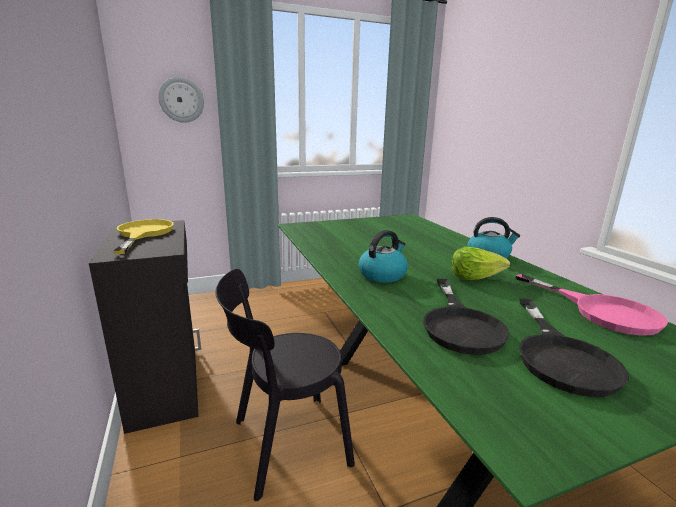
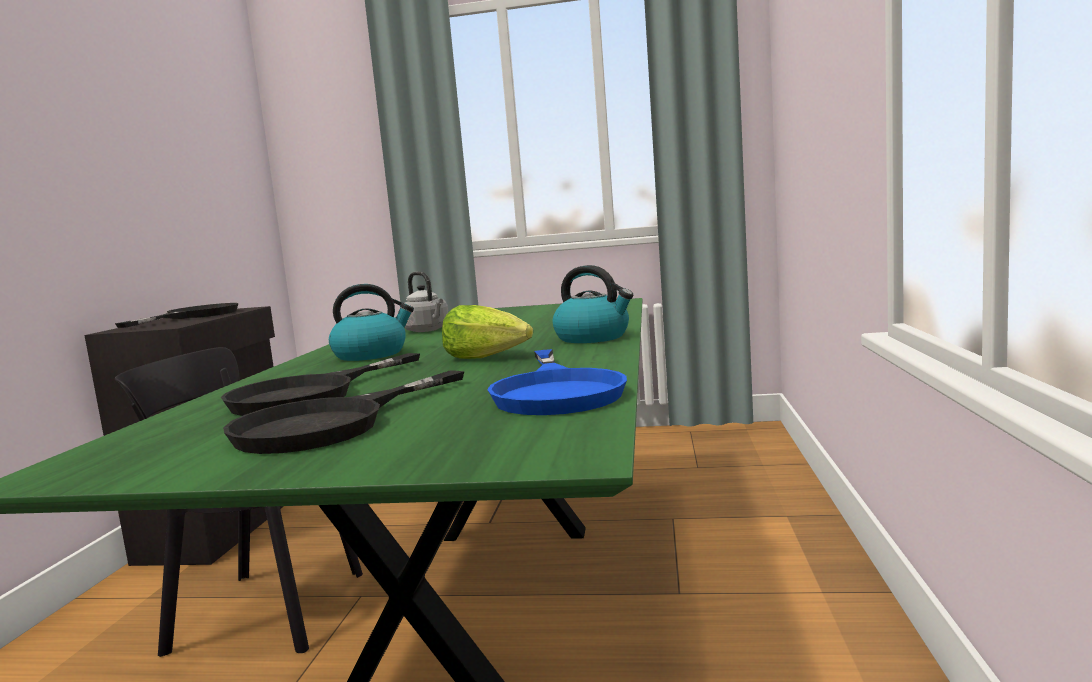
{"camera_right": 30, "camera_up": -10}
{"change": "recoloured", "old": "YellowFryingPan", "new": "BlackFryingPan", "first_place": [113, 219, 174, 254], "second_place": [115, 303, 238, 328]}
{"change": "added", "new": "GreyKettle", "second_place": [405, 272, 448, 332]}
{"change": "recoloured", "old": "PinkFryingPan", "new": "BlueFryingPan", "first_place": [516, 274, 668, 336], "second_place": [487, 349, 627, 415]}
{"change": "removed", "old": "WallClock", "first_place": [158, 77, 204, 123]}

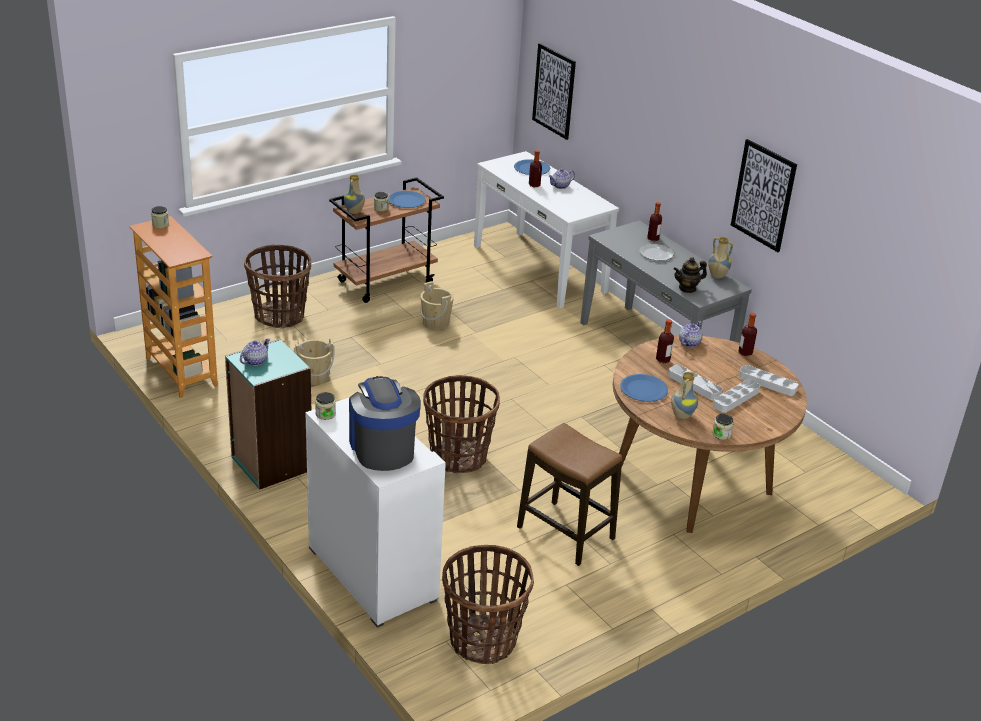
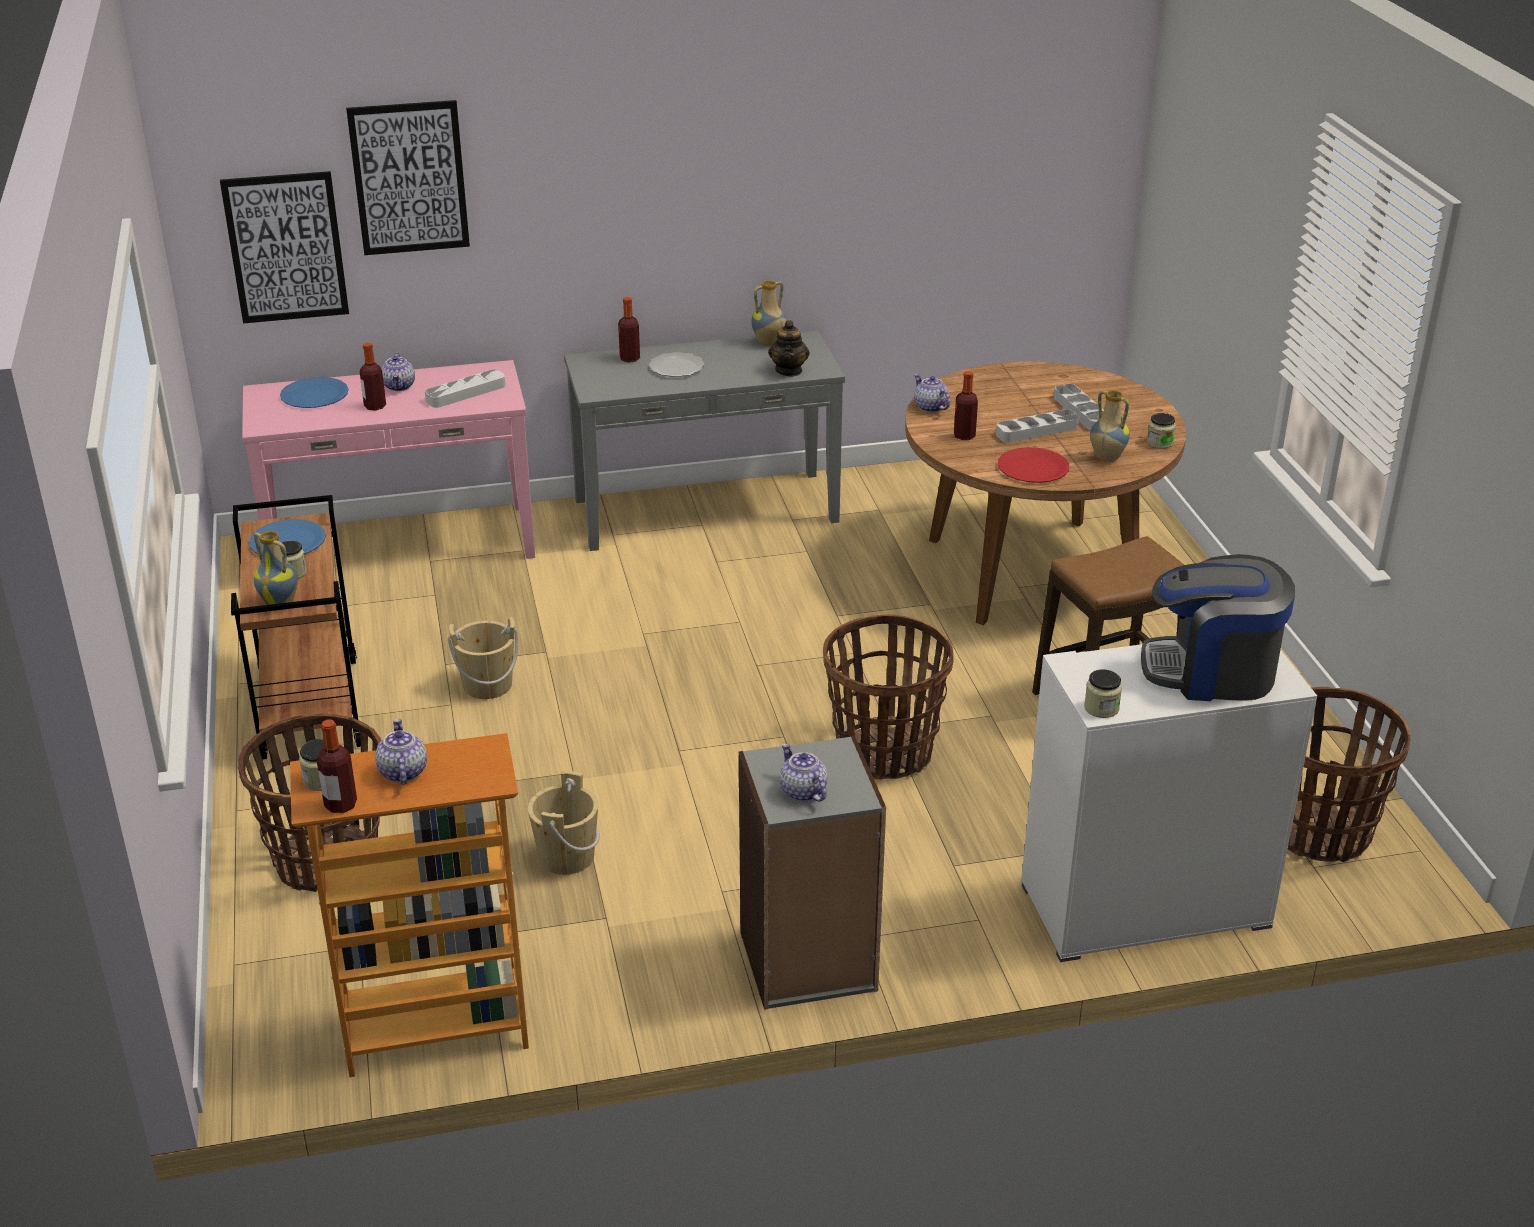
{"camera_right": -65, "camera_up": 0}
{"change": "recoloured", "old": "WhiteConsoleTable", "new": "PinkConsoleTable", "first_place": [474, 151, 619, 308], "second_place": [242, 360, 535, 559]}
{"change": "moved", "old": "Bottle", "first_place": [738, 313, 757, 356], "second_place": [317, 719, 357, 813]}
{"change": "moved", "old": "Picture", "first_place": [731, 139, 797, 252], "second_place": [346, 100, 470, 255]}
{"change": "added", "new": "Teapot", "second_place": [375, 719, 427, 785]}
{"change": "moved", "old": "GreyTray", "first_place": [739, 365, 799, 396], "second_place": [425, 369, 506, 408]}
{"change": "recoloured", "old": "TurquoiseBookcase", "new": "GreyBookcase", "first_place": [225, 339, 311, 490], "second_place": [739, 736, 886, 1010]}
{"change": "recoloured", "old": "BluePlate", "new": "RedPlate", "first_place": [620, 374, 668, 402], "second_place": [998, 447, 1069, 483]}

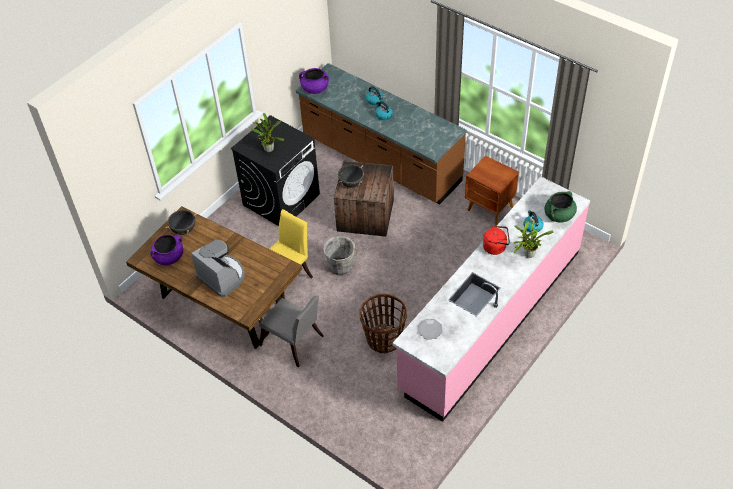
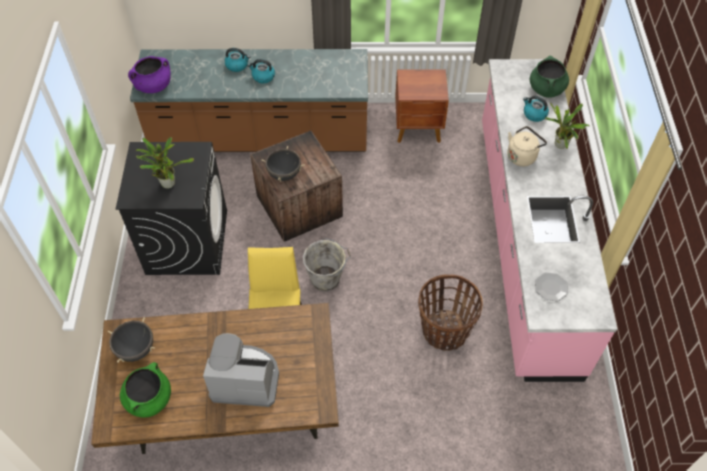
{"camera_right": -40, "camera_up": 5}
{"change": "recoloured", "old": "PurpleCookingPot", "new": "GreenCookingPot", "first_place": [150, 235, 183, 265], "second_place": [120, 362, 171, 418]}
{"change": "recoloured", "old": "RedKettle", "new": "BeigeKettle", "first_place": [483, 225, 510, 255], "second_place": [507, 126, 547, 166]}
{"change": "removed", "old": "GreyChair", "first_place": [259, 296, 324, 367]}

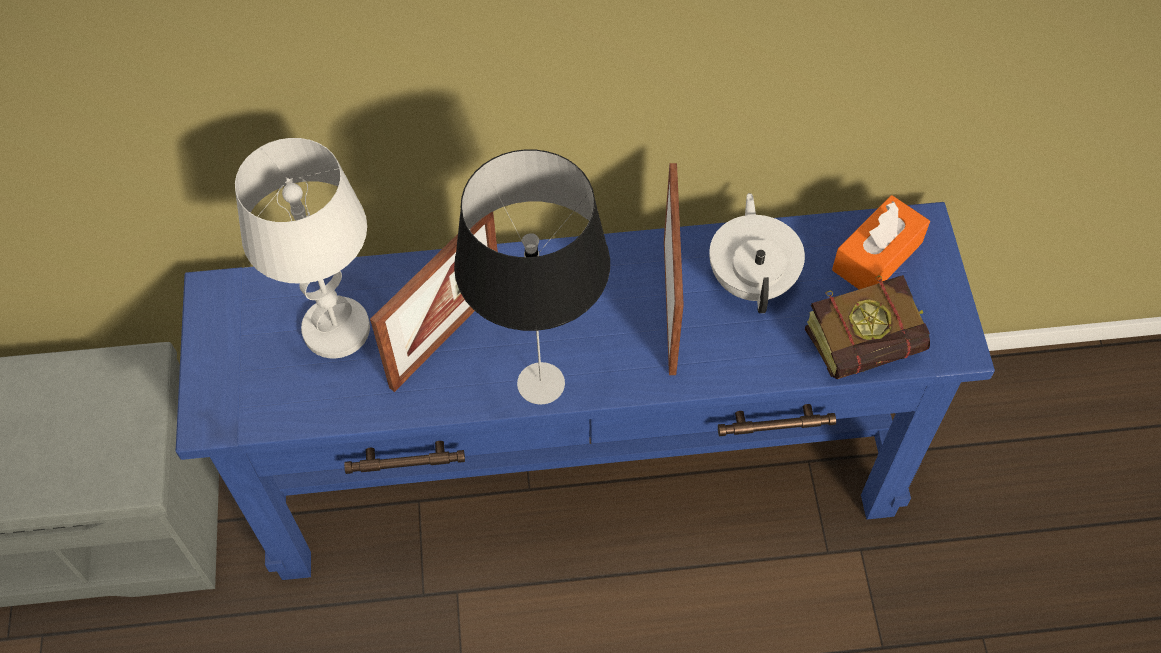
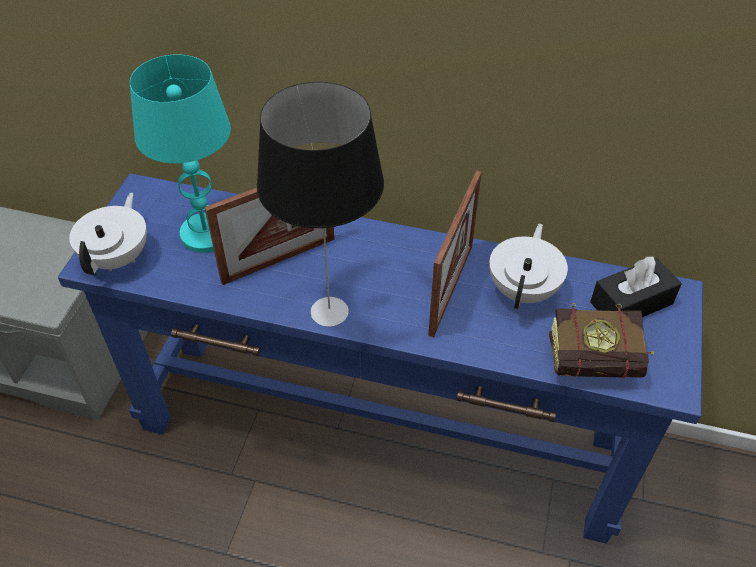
{"camera_right": 20, "camera_up": -10}
{"change": "added", "new": "WhiteTeapot", "second_place": [69, 193, 147, 275]}
{"change": "recoloured", "old": "WhiteTableLamp", "new": "TurquoiseTableLamp", "first_place": [235, 138, 370, 358], "second_place": [130, 55, 231, 253]}
{"change": "recoloured", "old": "OrangeTissueBox", "new": "BlackTissueBox", "first_place": [832, 195, 930, 289], "second_place": [590, 257, 682, 317]}

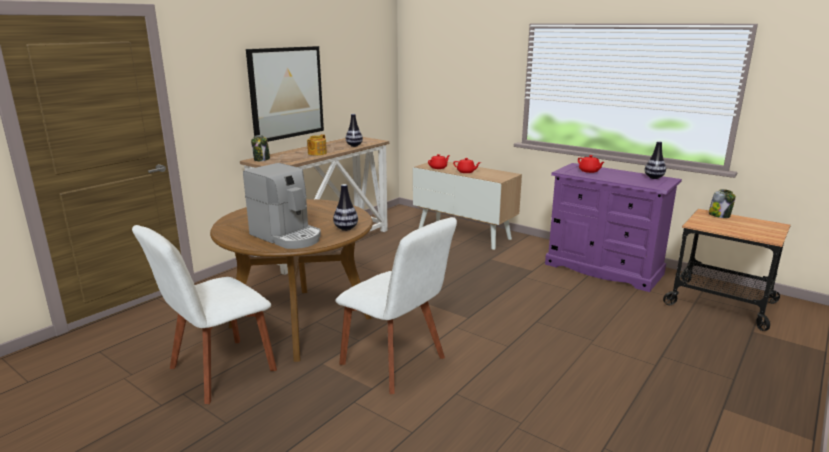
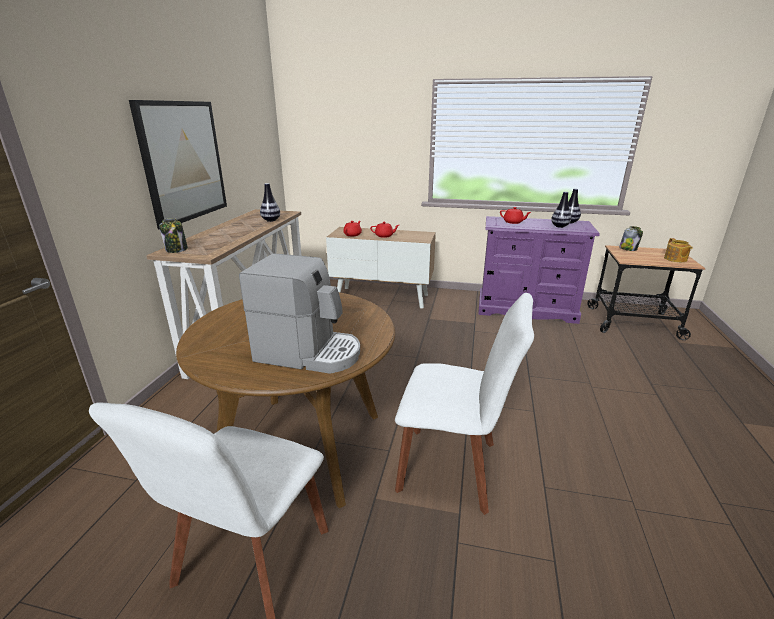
{"camera_right": -25, "camera_up": 5}
{"change": "moved", "old": "Vase", "first_place": [333, 184, 358, 231], "second_place": [551, 191, 571, 228]}
{"change": "moved", "old": "Teapot", "first_place": [307, 134, 327, 155], "second_place": [664, 238, 692, 262]}

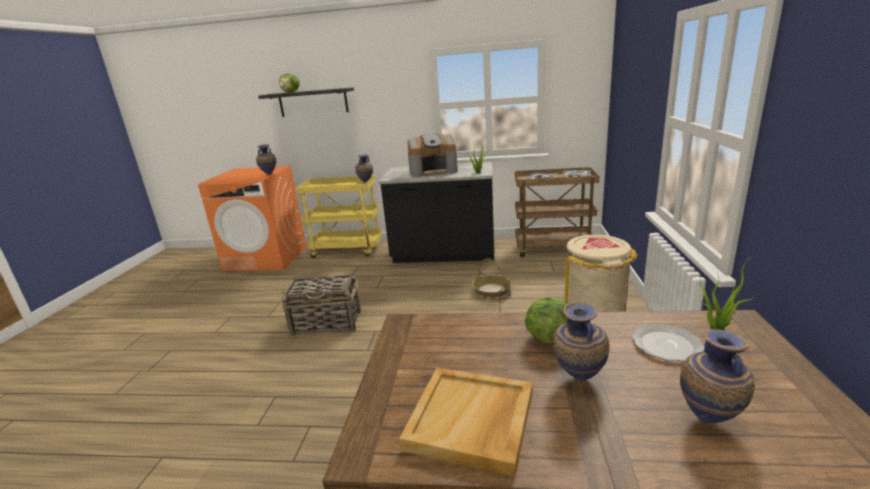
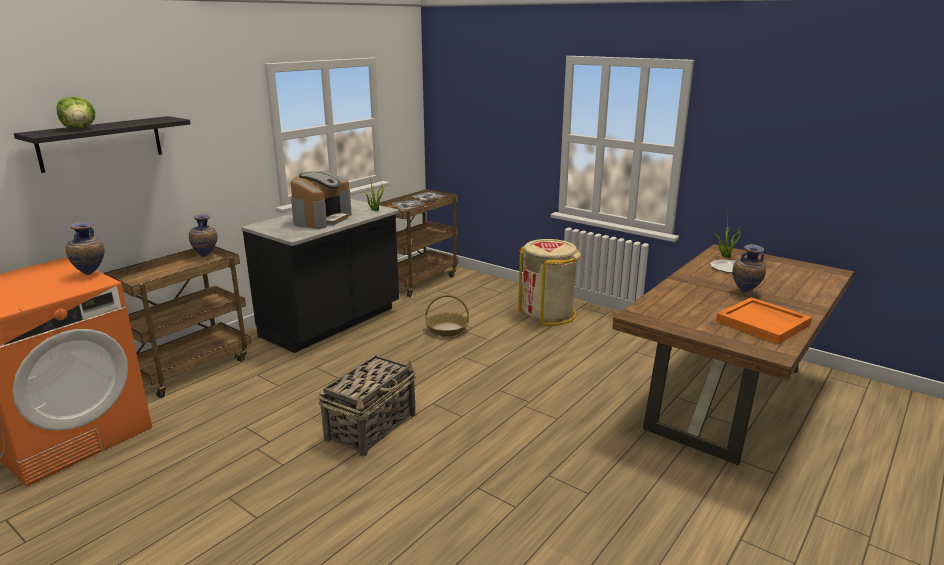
{"camera_right": -60, "camera_up": 0}
{"change": "recoloured", "old": "YellowCart", "new": "BrownCart", "first_place": [296, 175, 382, 258], "second_place": [103, 246, 251, 398]}
{"change": "recoloured", "old": "BeigeTray", "new": "OrangeTray", "first_place": [399, 368, 532, 477], "second_place": [716, 297, 812, 344]}
{"change": "removed", "old": "Lettuce", "first_place": [525, 297, 568, 344]}
{"change": "removed", "old": "Vase", "first_place": [680, 329, 755, 424]}

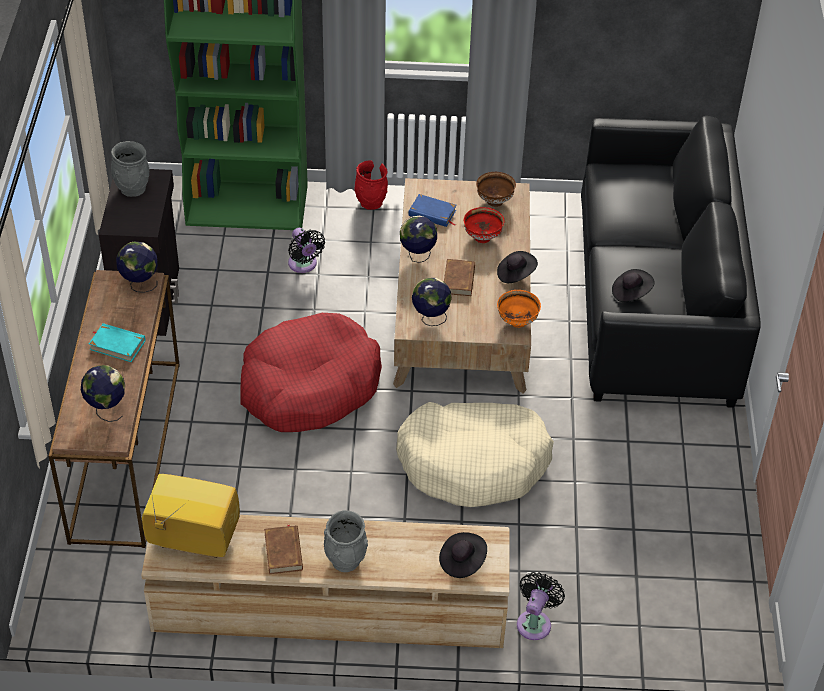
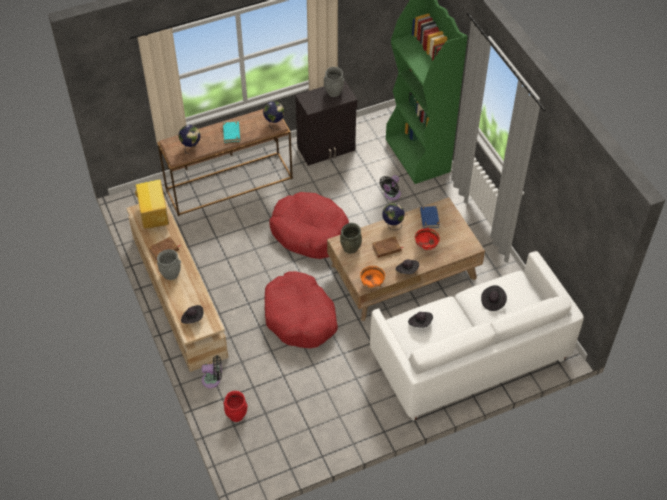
{"camera_right": 65, "camera_up": 5}
{"change": "moved", "old": "RedVase", "first_place": [354, 160, 388, 210], "second_place": [224, 391, 248, 422]}
{"change": "recoloured", "old": "BeigeDogBed", "new": "RedDogBed", "first_place": [396, 402, 554, 507], "second_place": [265, 271, 338, 348]}
{"change": "replaced", "old": "Globe", "new": "GreyVase", "first_place": [412, 278, 452, 326], "second_place": [340, 223, 362, 254]}
{"change": "recoloured", "old": "BlackSofa", "new": "WhiteSofa", "first_place": [581, 116, 761, 408], "second_place": [370, 251, 584, 421]}
{"change": "added", "new": "BlackHat", "second_place": [481, 285, 507, 311]}
{"change": "removed", "old": "BrownBowl", "first_place": [476, 172, 516, 207]}

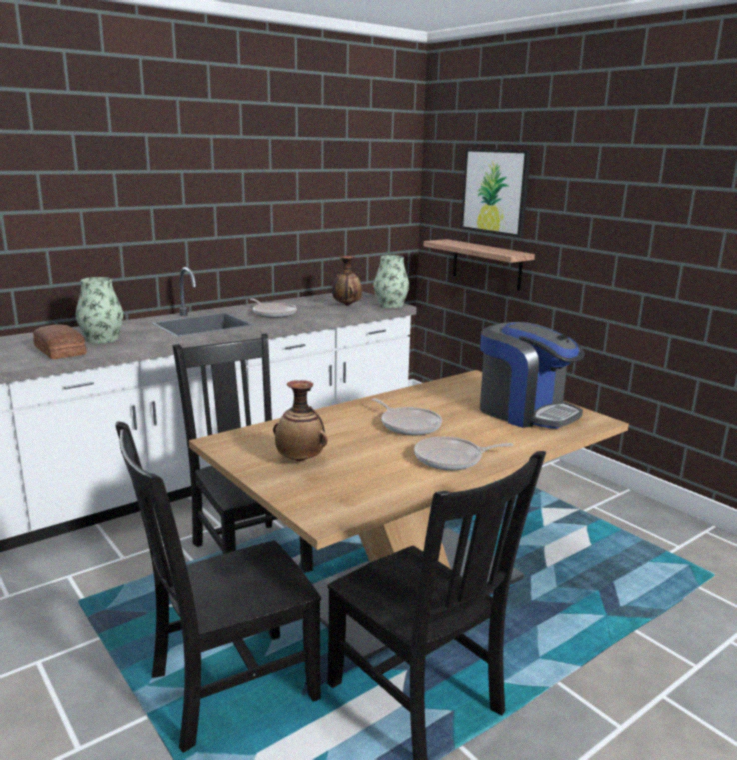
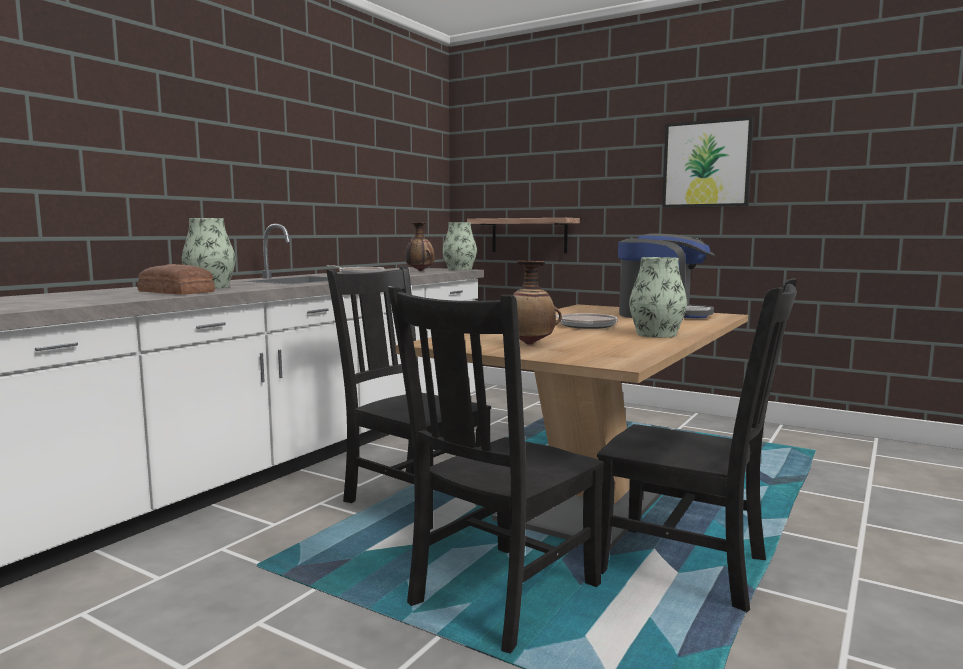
{"camera_right": -20, "camera_up": -10}
{"change": "replaced", "old": "FryingPan", "new": "Vase", "first_place": [414, 436, 513, 470], "second_place": [629, 257, 687, 338]}
{"change": "moved", "old": "Picture", "first_place": [461, 149, 531, 237], "second_place": [662, 117, 754, 207]}

